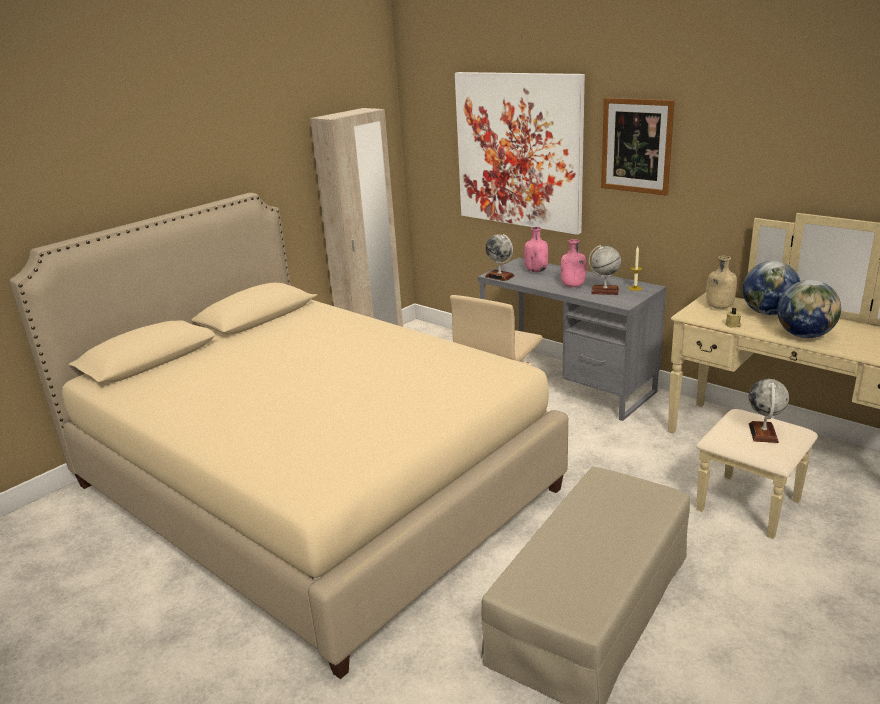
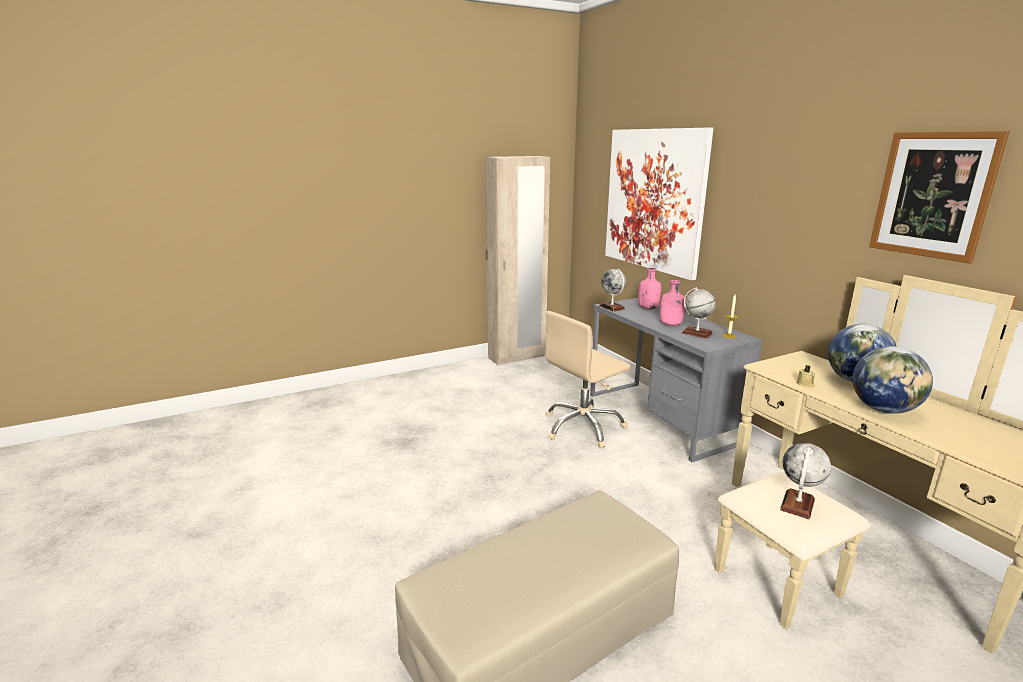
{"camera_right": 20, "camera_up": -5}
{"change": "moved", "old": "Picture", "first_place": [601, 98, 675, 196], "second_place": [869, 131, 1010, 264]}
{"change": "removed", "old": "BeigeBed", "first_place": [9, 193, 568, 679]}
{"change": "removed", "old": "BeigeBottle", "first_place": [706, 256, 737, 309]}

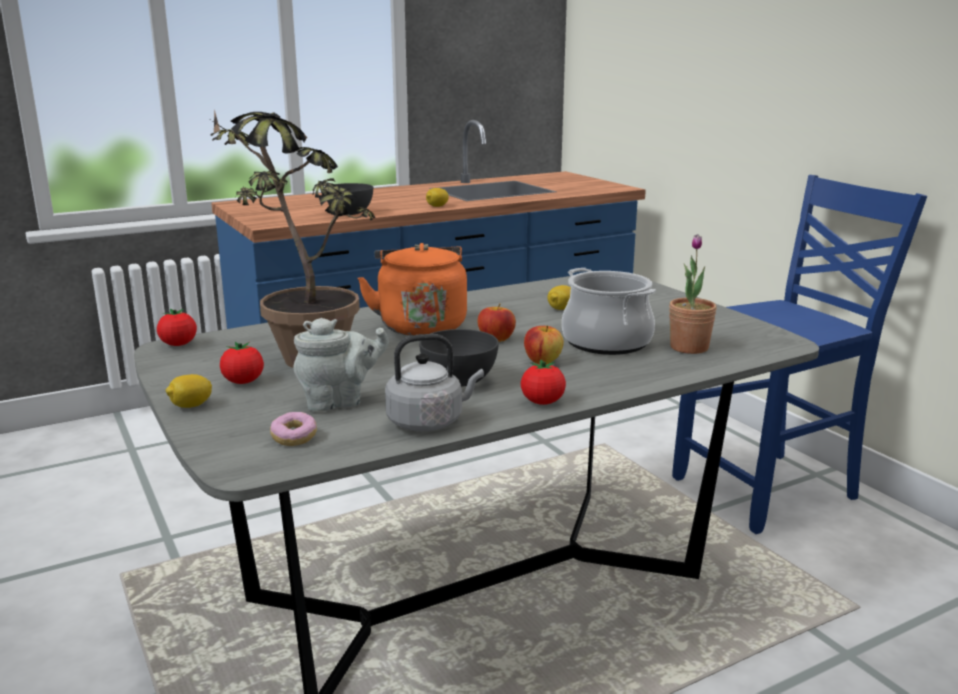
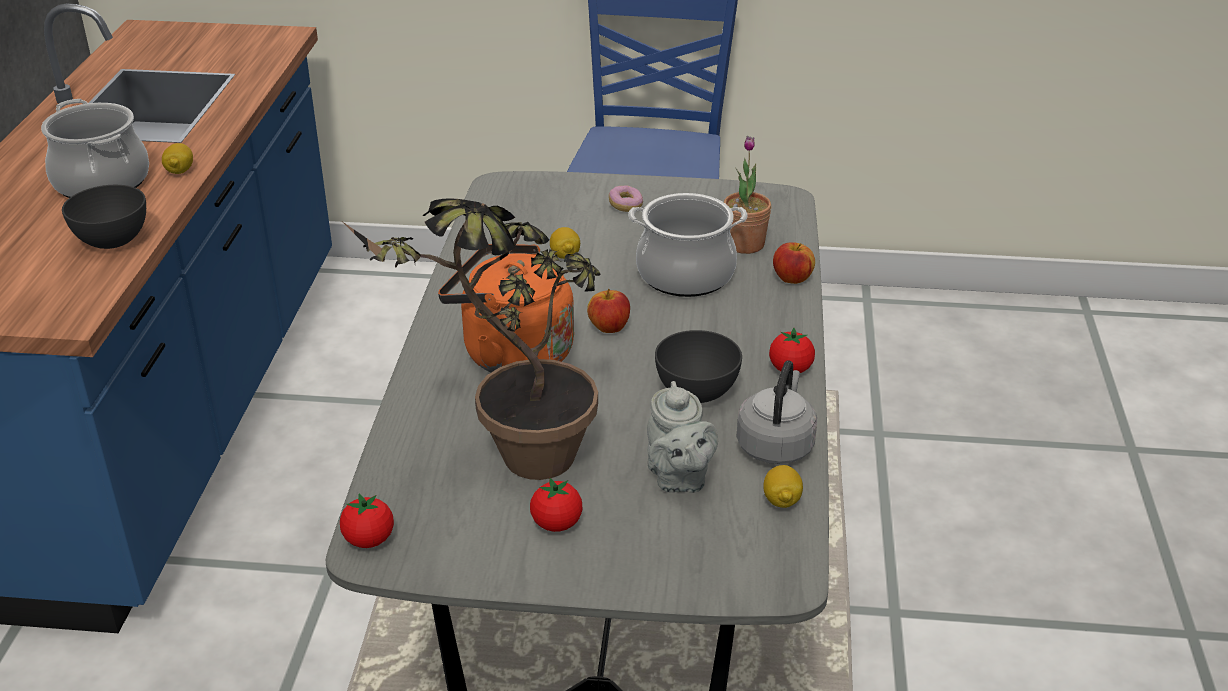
{"camera_right": -55, "camera_up": 15}
{"change": "added", "new": "CookingPot", "second_place": [41, 99, 149, 198]}
{"change": "moved", "old": "Donut", "first_place": [270, 412, 317, 446], "second_place": [609, 186, 643, 212]}
{"change": "turned", "old": "GreyTeapot", "first_place": [294, 318, 389, 412], "second_place": [647, 381, 718, 493], "degrees": 150}
{"change": "moved", "old": "Lemon", "first_place": [166, 374, 212, 408], "second_place": [763, 465, 803, 508]}
{"change": "moved", "old": "Apple", "first_place": [524, 325, 564, 364], "second_place": [773, 242, 815, 284]}

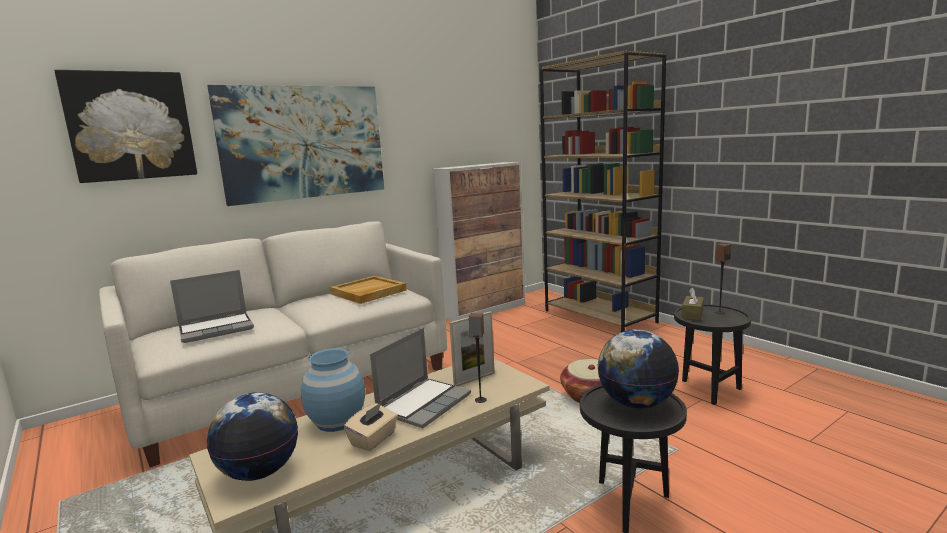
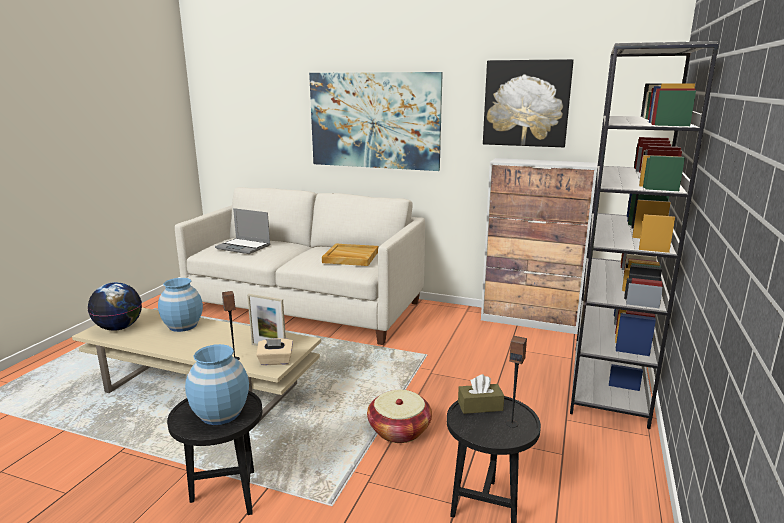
{"camera_right": 55, "camera_up": 5}
{"change": "replaced", "old": "Globe", "new": "BlueVase", "first_place": [598, 329, 679, 408], "second_place": [185, 344, 249, 425]}
{"change": "moved", "old": "BeigeTissueBox", "first_place": [344, 403, 398, 451], "second_place": [256, 338, 293, 365]}
{"change": "moved", "old": "Picture", "first_place": [54, 70, 197, 183], "second_place": [483, 59, 574, 147]}
{"change": "recoloured", "old": "BrownBookcase", "new": "GreyBookcase", "first_place": [540, 51, 666, 332], "second_place": [570, 41, 719, 429]}
{"change": "removed", "old": "Laptop", "first_place": [370, 328, 471, 428]}

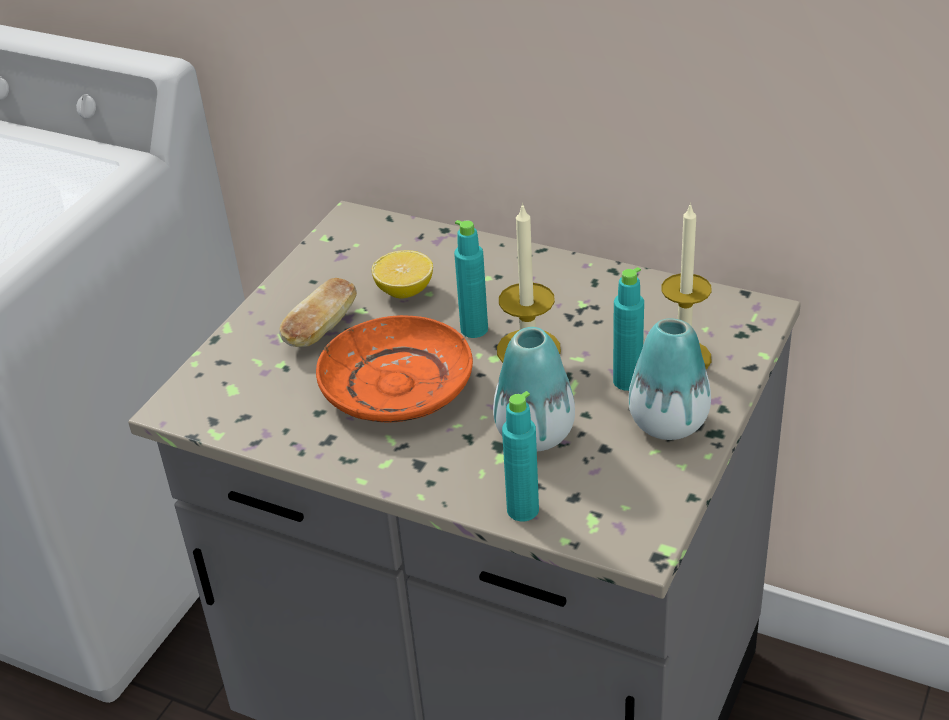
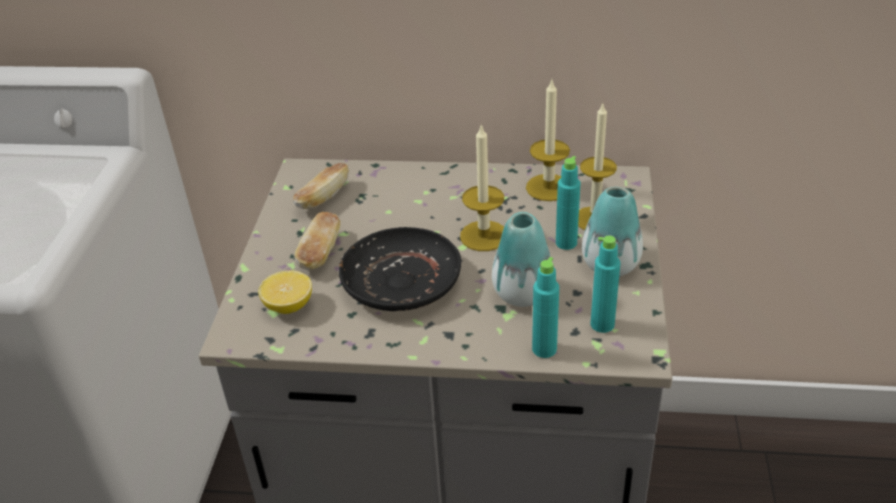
{"camera_right": -20, "camera_up": 0}
{"change": "moved", "old": "Lemon", "first_place": [372, 250, 433, 299], "second_place": [258, 270, 312, 314]}
{"change": "added", "new": "Bread", "second_place": [293, 163, 349, 209]}
{"change": "recoloured", "old": "OrangePlate", "new": "BlackPlate", "first_place": [316, 315, 473, 423], "second_place": [339, 227, 461, 311]}
{"change": "added", "new": "Candle", "second_place": [526, 80, 570, 201]}
{"change": "moved", "old": "TurquoiseBottle", "first_place": [454, 220, 488, 338], "second_place": [591, 236, 620, 333]}

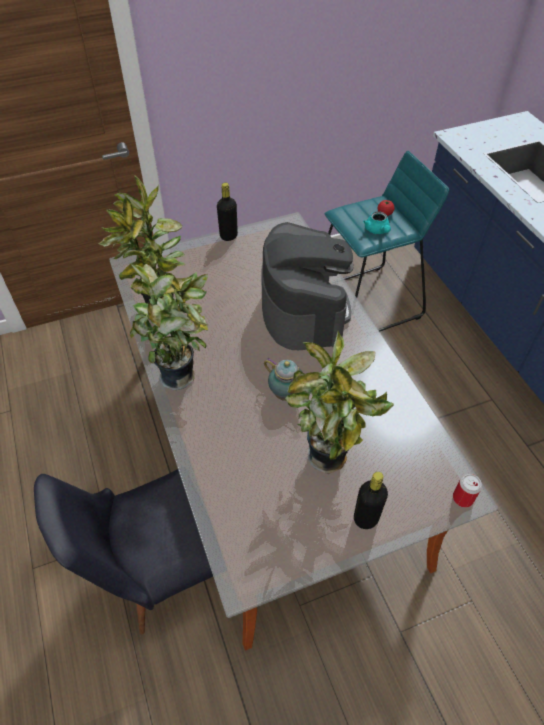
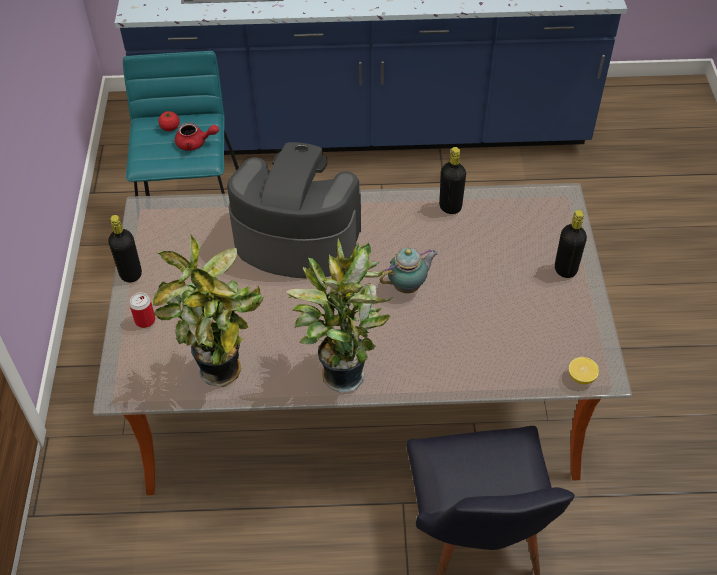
{"camera_right": -70, "camera_up": 0}
{"change": "moved", "old": "Can", "first_place": [453, 474, 482, 508], "second_place": [129, 292, 156, 328]}
{"change": "recoloured", "old": "TurquoiseTeapot", "new": "RedTeapot", "first_place": [363, 211, 391, 234], "second_place": [175, 122, 219, 151]}
{"change": "added", "new": "BlackBottle", "second_place": [439, 147, 466, 214]}
{"change": "added", "new": "Lemon", "second_place": [569, 357, 599, 384]}
{"change": "removed", "old": "PottedPlant", "first_place": [285, 331, 394, 474]}

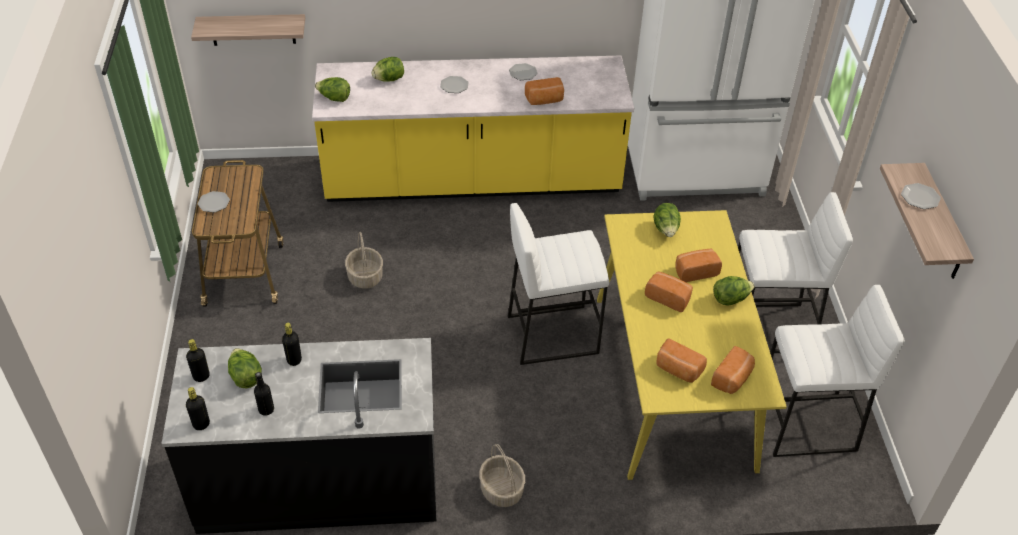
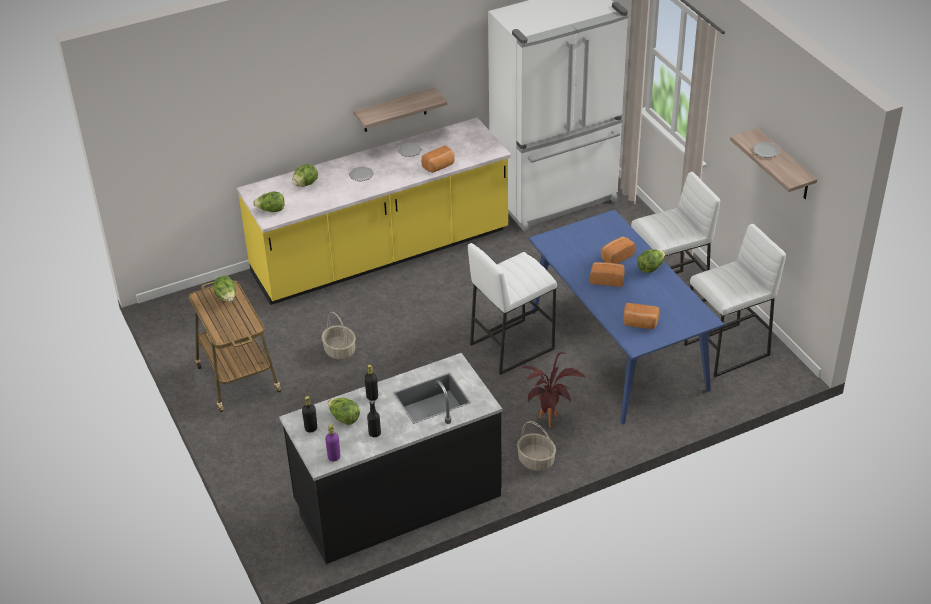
{"camera_right": -20, "camera_up": -5}
{"change": "moved", "old": "Lettuce", "first_place": [653, 203, 681, 237], "second_place": [213, 276, 236, 302]}
{"change": "recoloured", "old": "BlackBottle", "new": "PurpleBottle", "first_place": [186, 387, 210, 430], "second_place": [325, 425, 340, 462]}
{"change": "moved", "old": "Shelf", "first_place": [191, 14, 305, 46], "second_place": [353, 88, 447, 132]}
{"change": "added", "new": "PottedPlant", "second_place": [522, 352, 585, 427]}
{"change": "recoloured", "old": "YellowDiningTable", "new": "BlueDiningTable", "first_place": [597, 210, 787, 480], "second_place": [528, 210, 724, 425]}
{"change": "removed", "old": "Plate", "first_place": [197, 191, 230, 213]}
{"change": "removed", "old": "Bread", "first_place": [711, 346, 755, 394]}

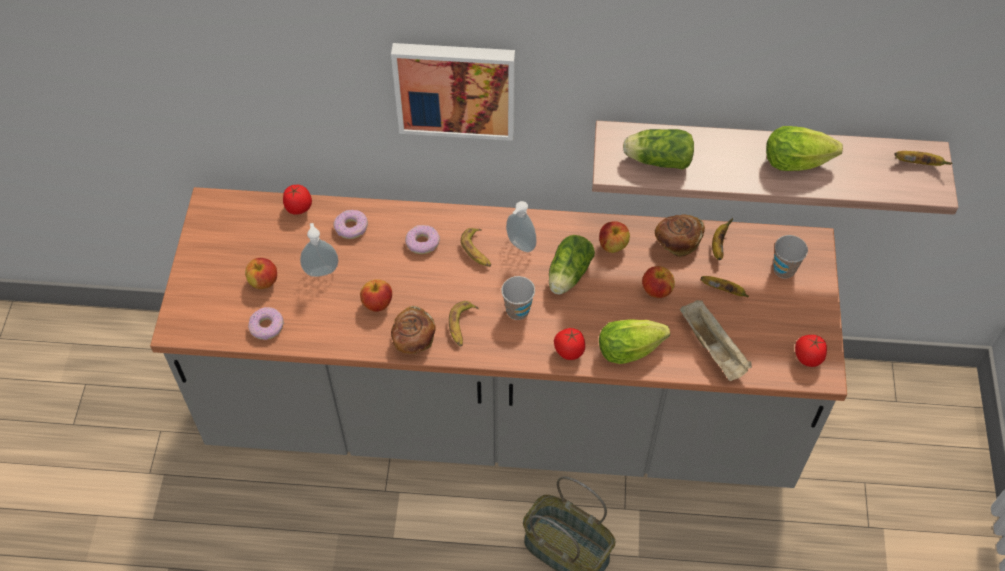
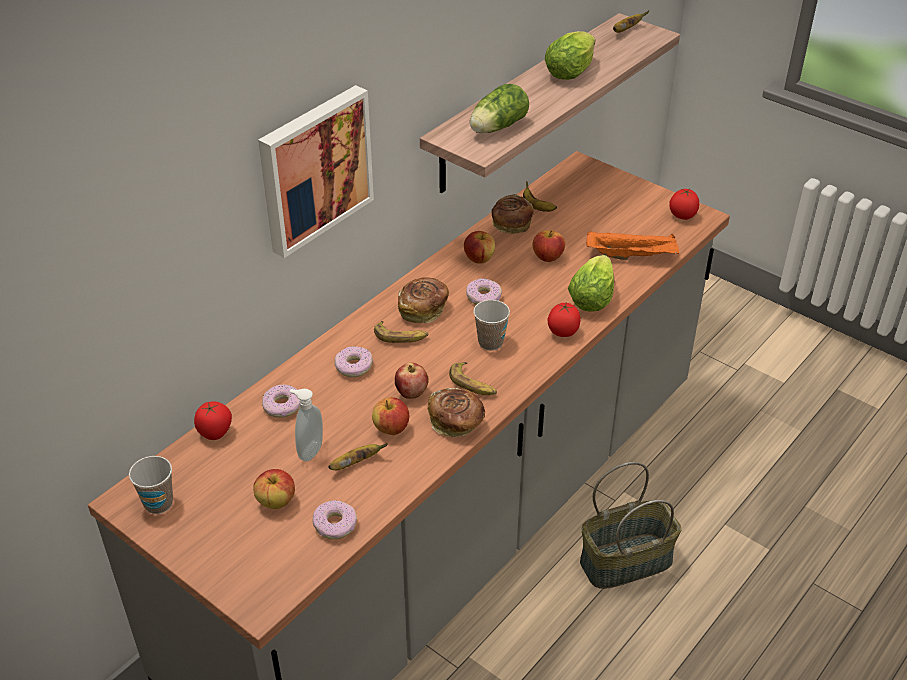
{"camera_right": -55, "camera_up": -15}
{"change": "moved", "old": "Cup", "first_place": [773, 235, 808, 279], "second_place": [129, 456, 173, 514]}
{"change": "moved", "old": "Banana", "first_place": [701, 276, 749, 297], "second_place": [328, 443, 388, 470]}
{"change": "added", "new": "Apple", "second_place": [395, 363, 429, 399]}
{"change": "replaced", "old": "SoapDispenser", "new": "Bread", "first_place": [506, 201, 537, 252], "second_place": [398, 277, 449, 323]}
{"change": "replaced", "old": "Lettuce", "new": "Donut", "first_place": [549, 235, 595, 295], "second_place": [466, 278, 502, 305]}
{"change": "recoloured", "old": "BeigeTray", "new": "OrangeTray", "first_place": [680, 300, 752, 381], "second_place": [586, 231, 679, 260]}

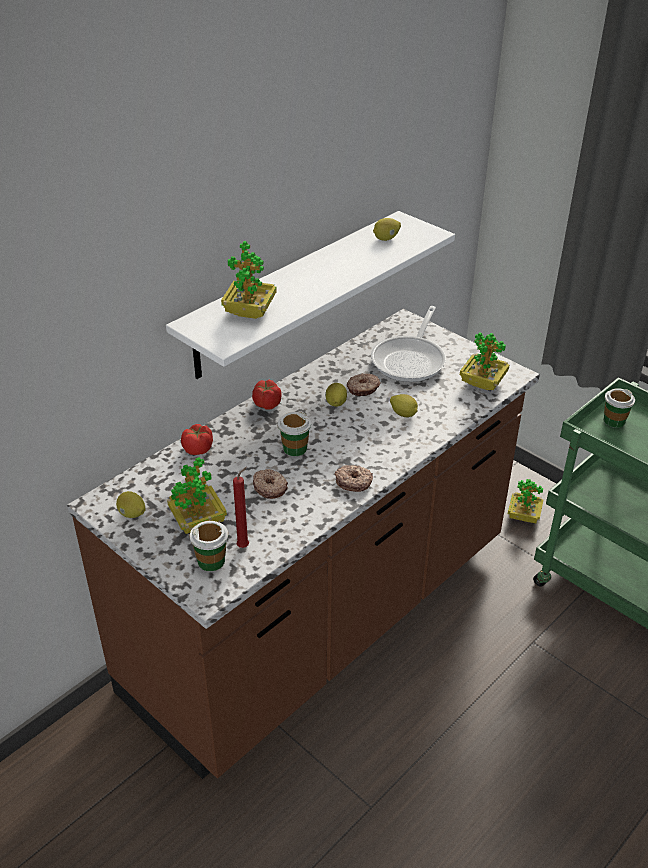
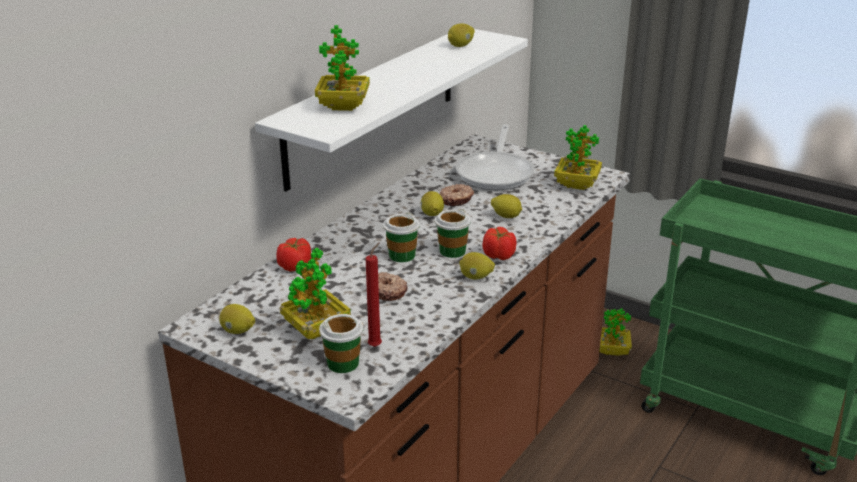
{"camera_right": -10, "camera_up": -10}
{"change": "moved", "old": "Cup", "first_place": [604, 388, 635, 428], "second_place": [435, 209, 471, 258]}
{"change": "replaced", "old": "Donut", "new": "Lemon", "first_place": [334, 465, 373, 492], "second_place": [459, 252, 495, 280]}
{"change": "moved", "old": "Tomato", "first_place": [252, 380, 282, 410], "second_place": [482, 227, 517, 260]}

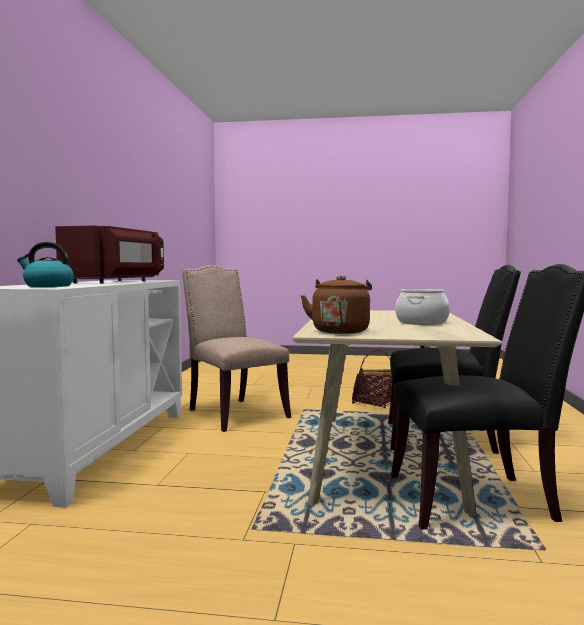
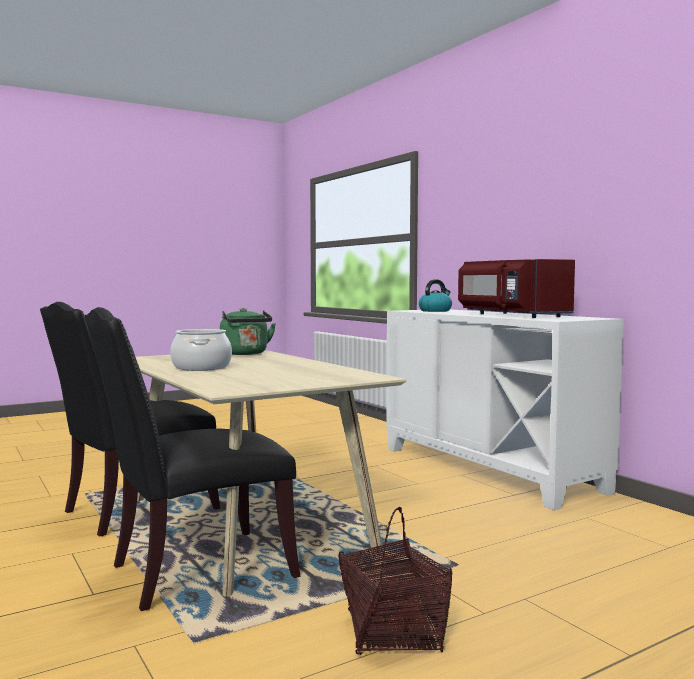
{"camera_right": 140, "camera_up": 0}
{"change": "recoloured", "old": "BrownKettle", "new": "GreenKettle", "first_place": [301, 276, 372, 334], "second_place": [220, 308, 276, 355]}
{"change": "removed", "old": "BeigeChair", "first_place": [182, 265, 291, 432]}

